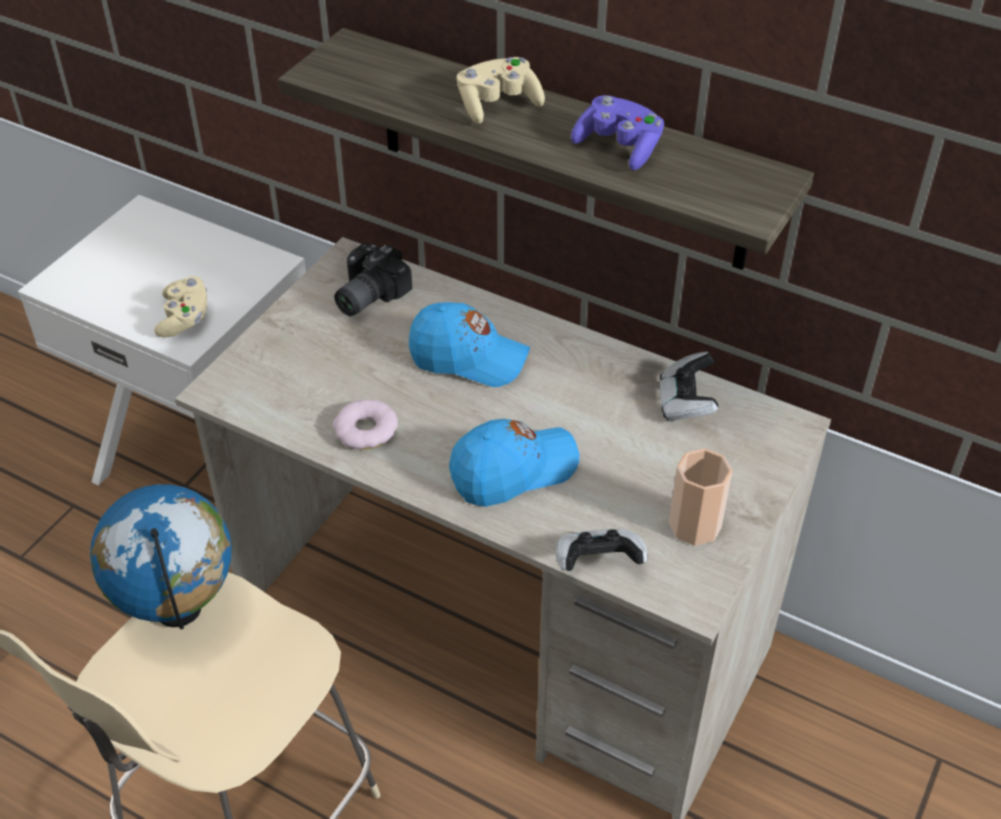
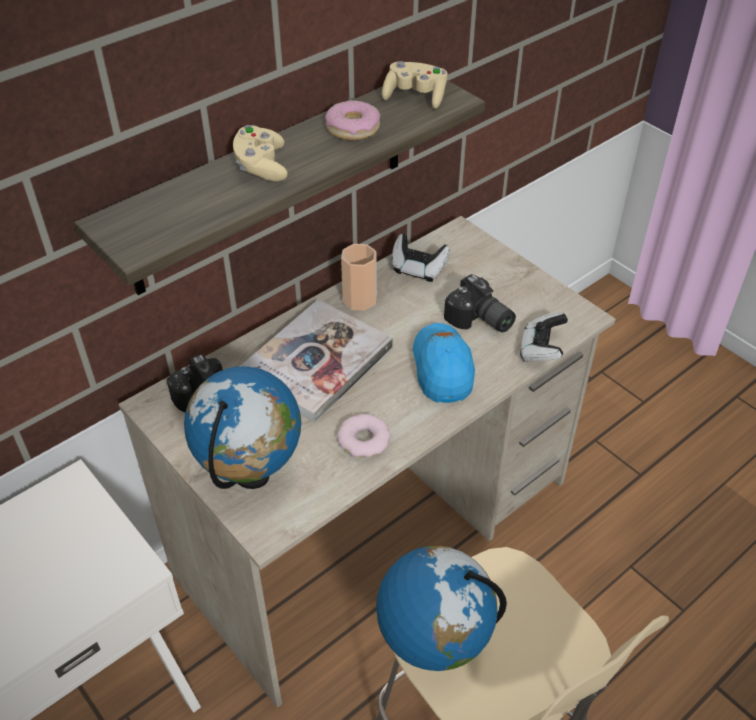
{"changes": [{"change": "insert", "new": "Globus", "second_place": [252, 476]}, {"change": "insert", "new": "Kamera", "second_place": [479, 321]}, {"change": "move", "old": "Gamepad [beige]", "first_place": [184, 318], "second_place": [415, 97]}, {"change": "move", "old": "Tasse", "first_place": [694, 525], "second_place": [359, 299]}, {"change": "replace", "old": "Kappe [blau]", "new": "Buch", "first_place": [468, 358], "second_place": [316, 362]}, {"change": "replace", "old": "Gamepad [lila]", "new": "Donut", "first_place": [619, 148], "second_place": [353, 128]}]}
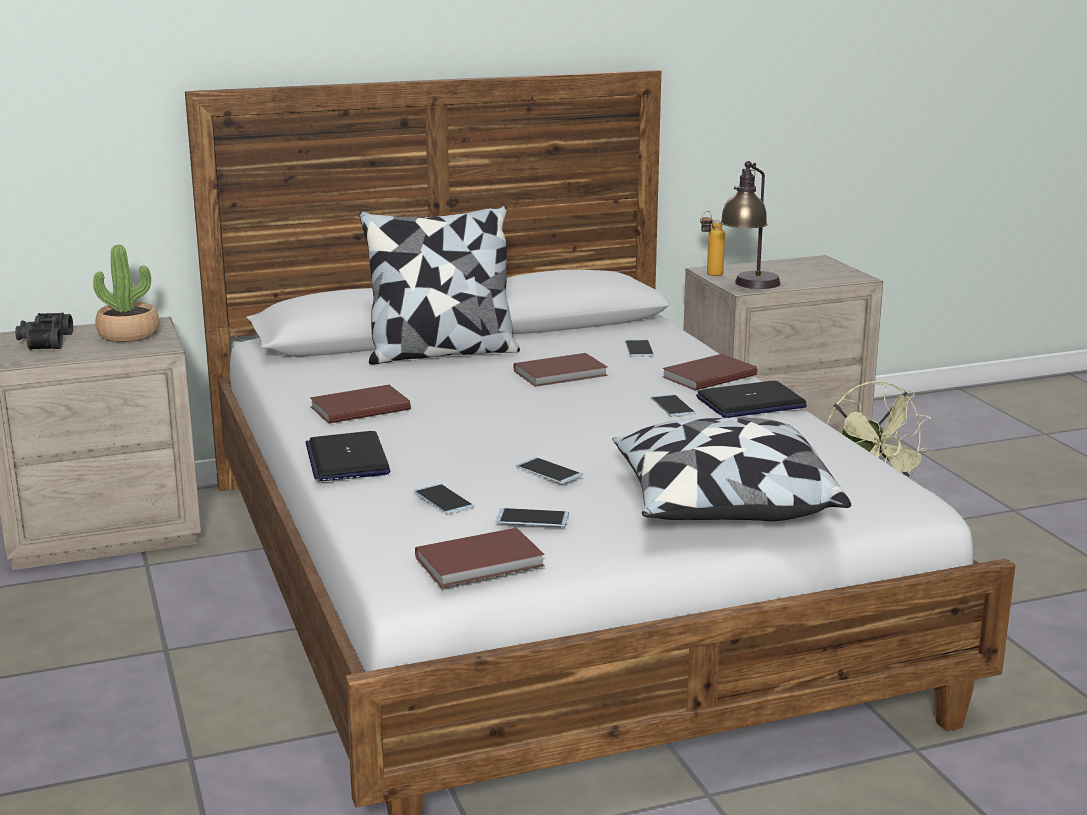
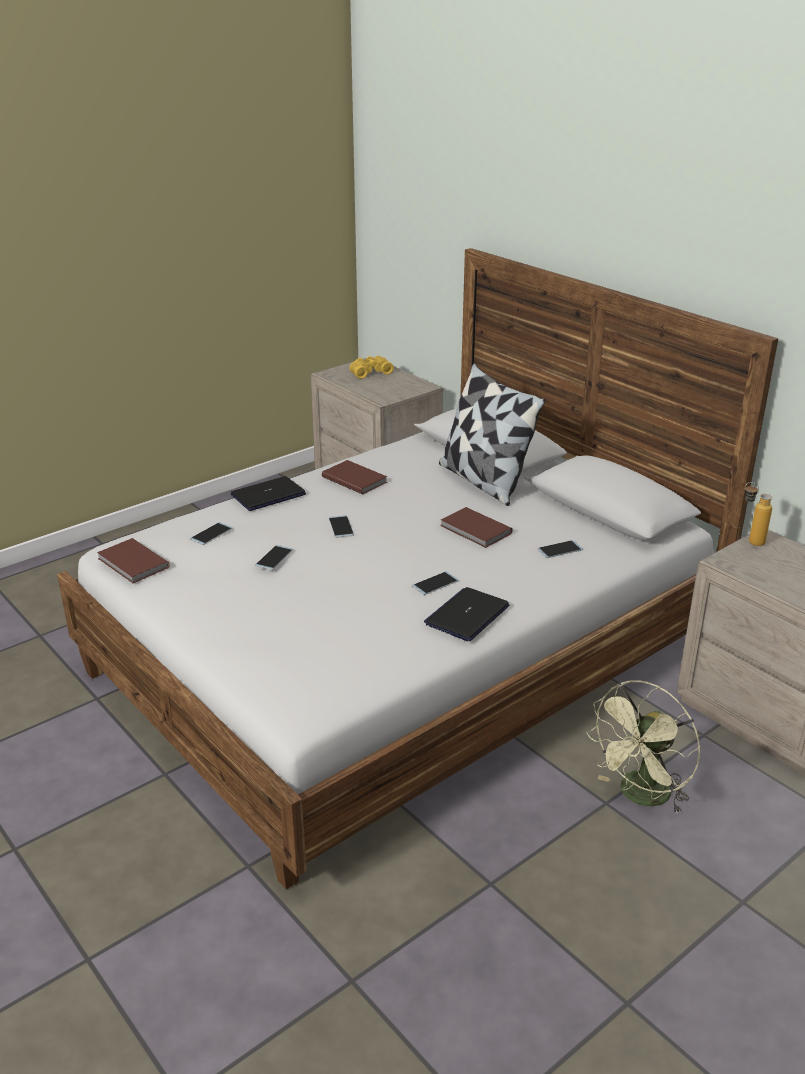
{"changes": [{"change": "delete", "old": "Topfpflanze", "first_place": [129, 334]}, {"change": "delete", "old": "Kissen", "first_place": [722, 506]}, {"change": "delete", "old": "Buch [braun]", "first_place": [707, 376]}, {"change": "delete", "old": "Tischlampe", "first_place": [749, 286]}, {"change": "move", "old": "Handy", "first_place": [532, 518], "second_place": [341, 527]}, {"change": "recolor", "old": "Fernglas [schwarz]", "new": "Fernglas [gelb]", "first_place": [44, 341], "second_place": [369, 372]}, {"change": "rotate", "old": "Laptop", "first_place": [750, 403], "second_place": [467, 615], "degrees": 75}]}
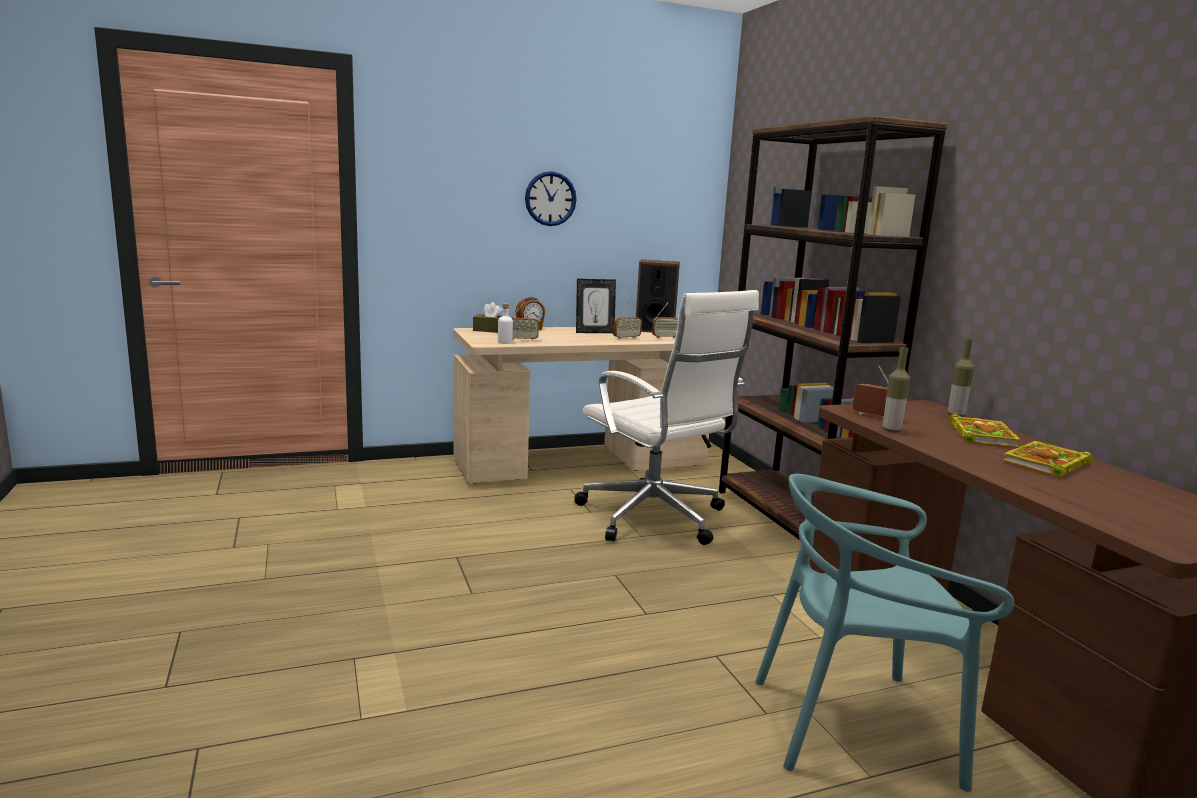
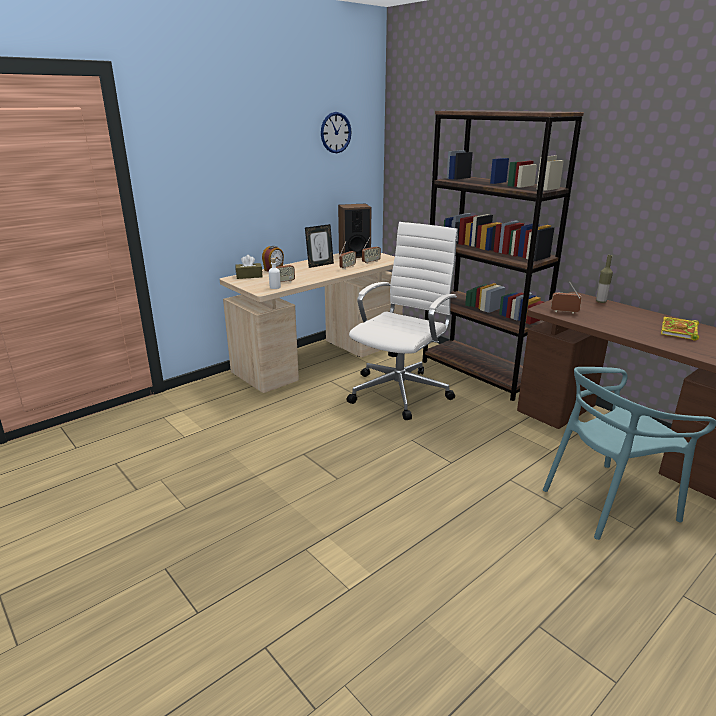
{"changes": [{"change": "delete", "old": "Flasche", "first_place": [891, 430]}, {"change": "delete", "old": "Buch", "first_place": [981, 435]}, {"change": "move", "old": "Wanduhr", "first_place": [550, 198], "second_place": [335, 132]}, {"change": "rotate", "old": "Bürostuhl [weiß]", "first_place": [655, 518], "second_place": [401, 391], "degrees": -90}]}
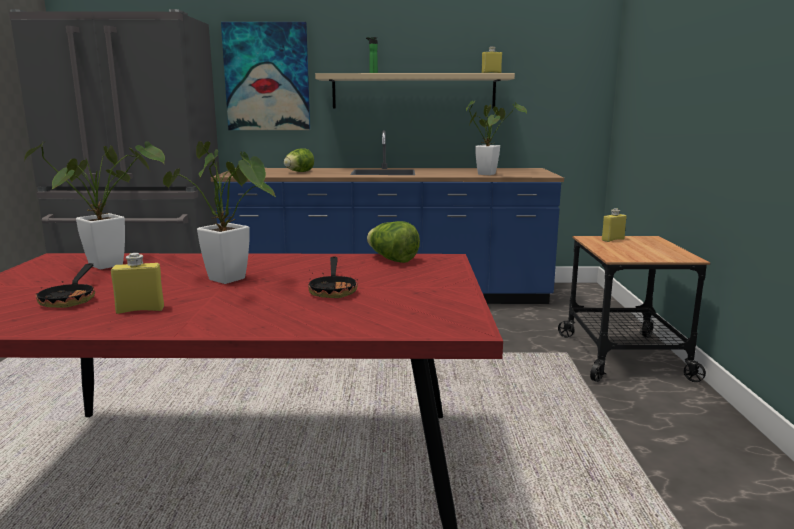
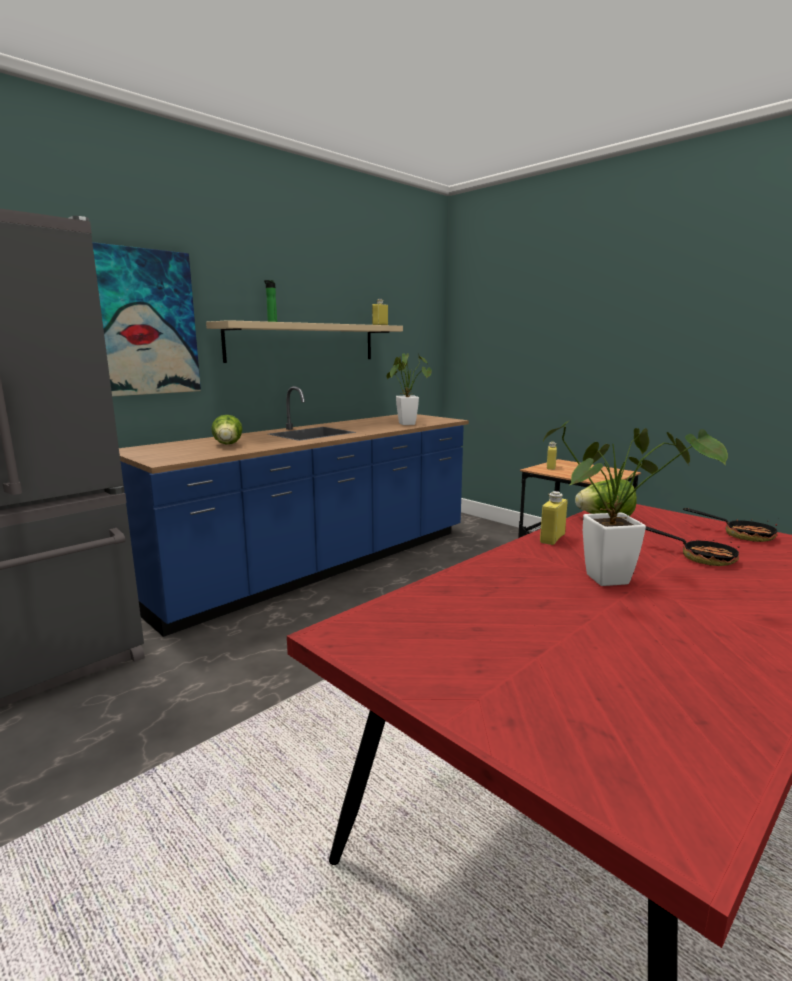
{"changes": [{"change": "delete", "old": "Topfpflanze", "first_place": [114, 264]}, {"change": "move", "old": "Pfanne", "first_place": [71, 299], "second_place": [740, 534]}, {"change": "move", "old": "Flasche [gelb]", "first_place": [140, 310], "second_place": [552, 538]}]}
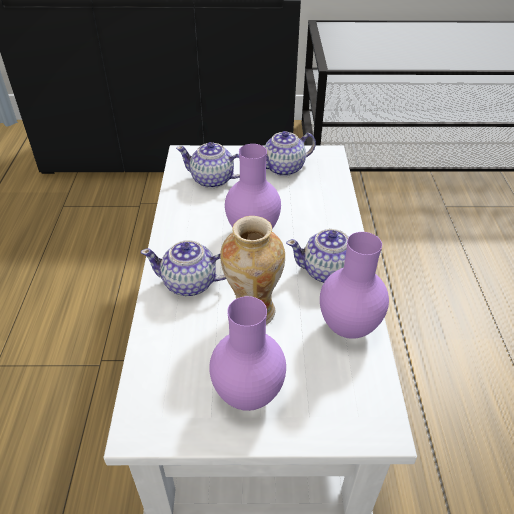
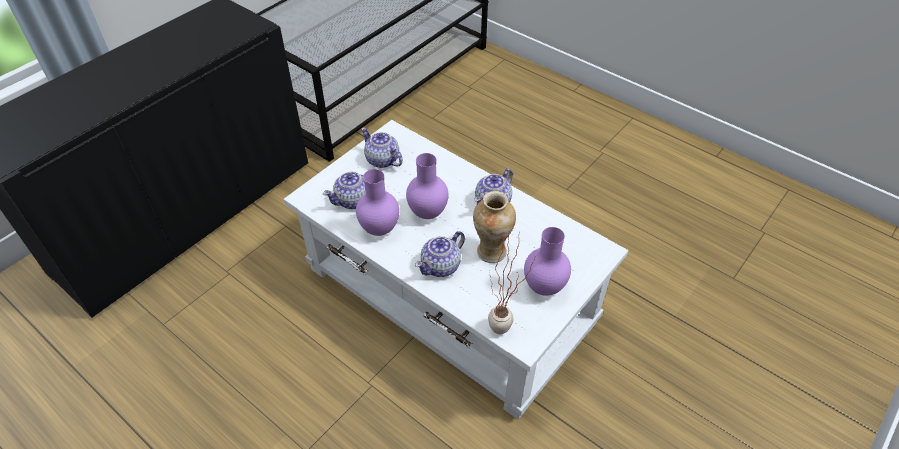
{"changes": [{"change": "insert", "new": "Topfpflanze", "second_place": [505, 334]}, {"change": "move", "old": "Vase [lila]", "first_place": [348, 329], "second_place": [380, 230]}, {"change": "rotate", "old": "Teekanne", "first_place": [284, 168], "second_place": [382, 160], "degrees": 120}]}
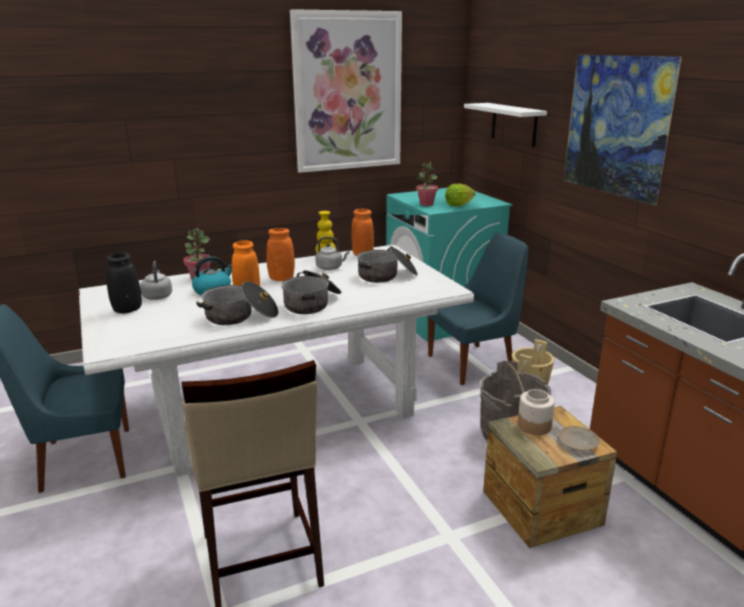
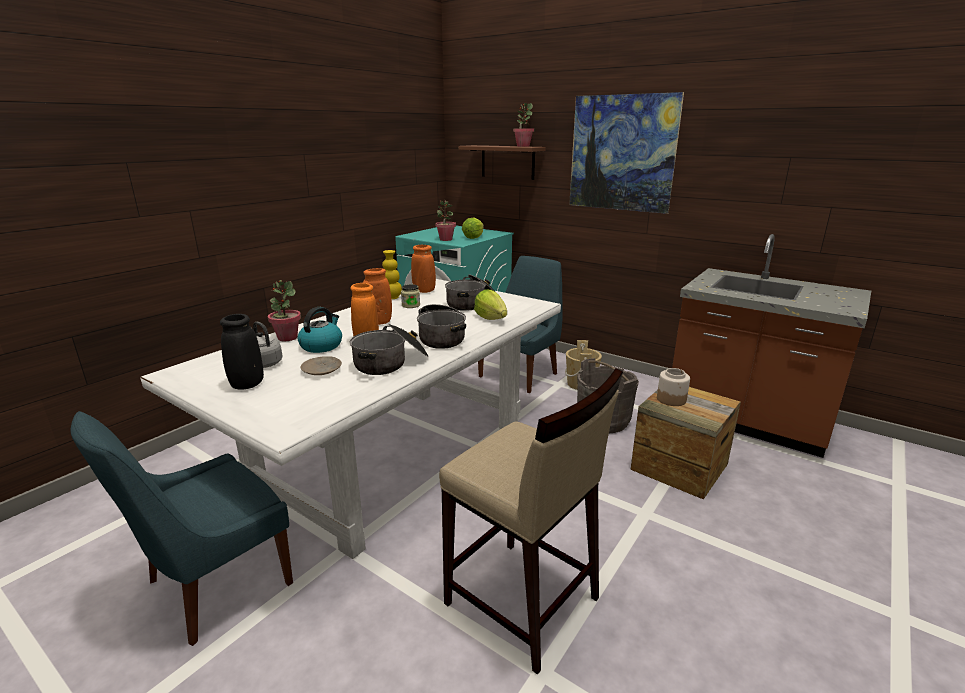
{"changes": [{"change": "delete", "old": "Bild", "first_place": [347, 92]}, {"change": "insert", "new": "Salatkopf", "second_place": [491, 318]}, {"change": "insert", "new": "Topfpflanze", "second_place": [523, 146]}, {"change": "move", "old": "Teller [beige]", "first_place": [578, 443], "second_place": [322, 370]}, {"change": "replace", "old": "Wasserkessel [grau]", "new": "Vorratsglas", "first_place": [330, 268], "second_place": [411, 305]}, {"change": "recolor", "old": "Wandregal [weiß]", "new": "Wandregal [braun]", "first_place": [514, 124], "second_place": [507, 162]}]}
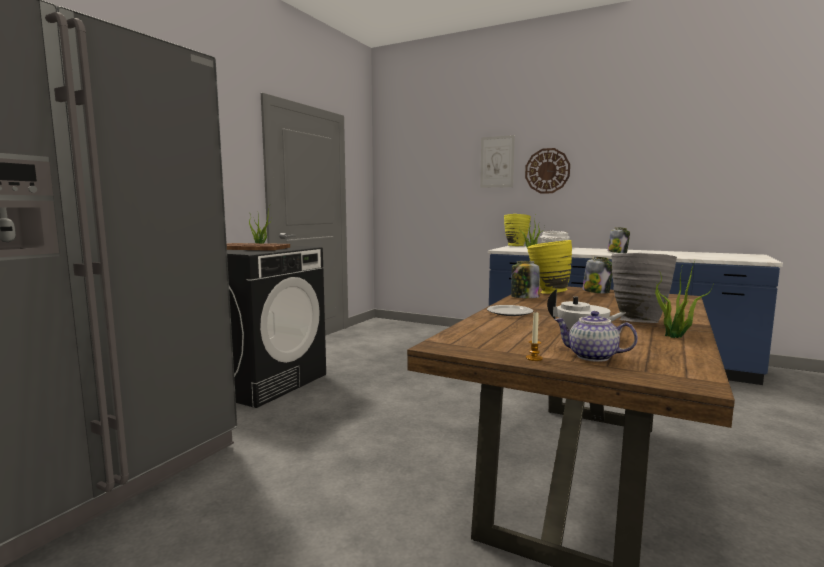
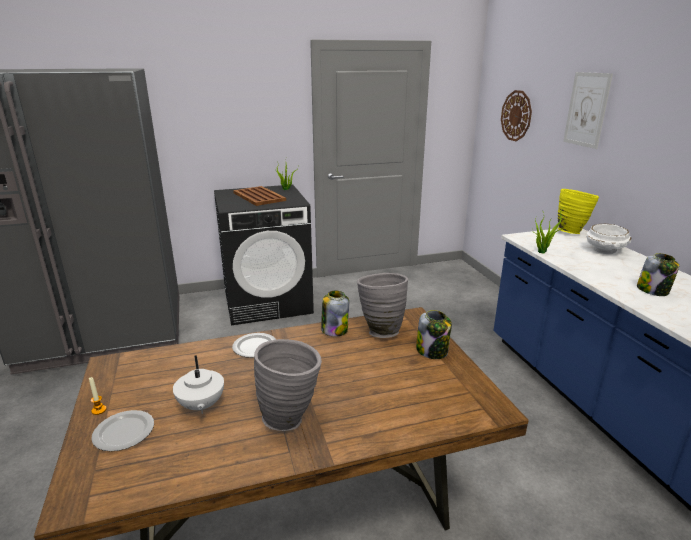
{"changes": [{"change": "delete", "old": "Topfpflanze", "first_place": [675, 337]}, {"change": "move", "old": "Wanduhr", "first_place": [547, 171], "second_place": [516, 115]}, {"change": "replace", "old": "Teekanne", "new": "Teller", "first_place": [592, 357], "second_place": [123, 433]}, {"change": "recolor", "old": "Vase [gelb]", "new": "Vase [grau]", "first_place": [547, 292], "second_place": [380, 330]}]}
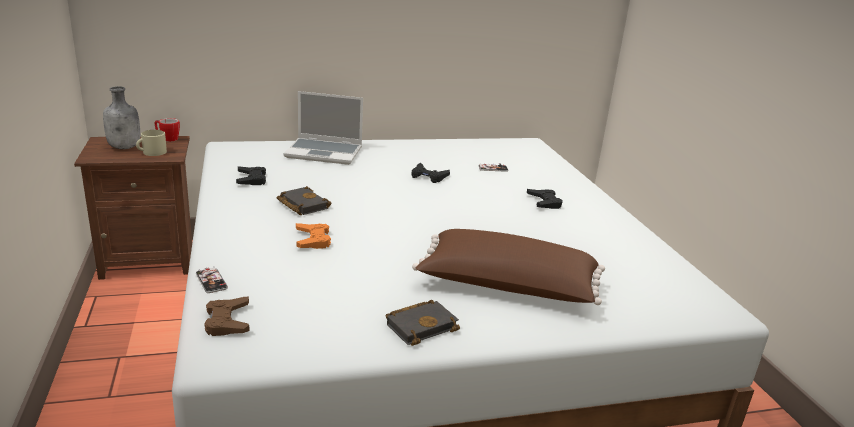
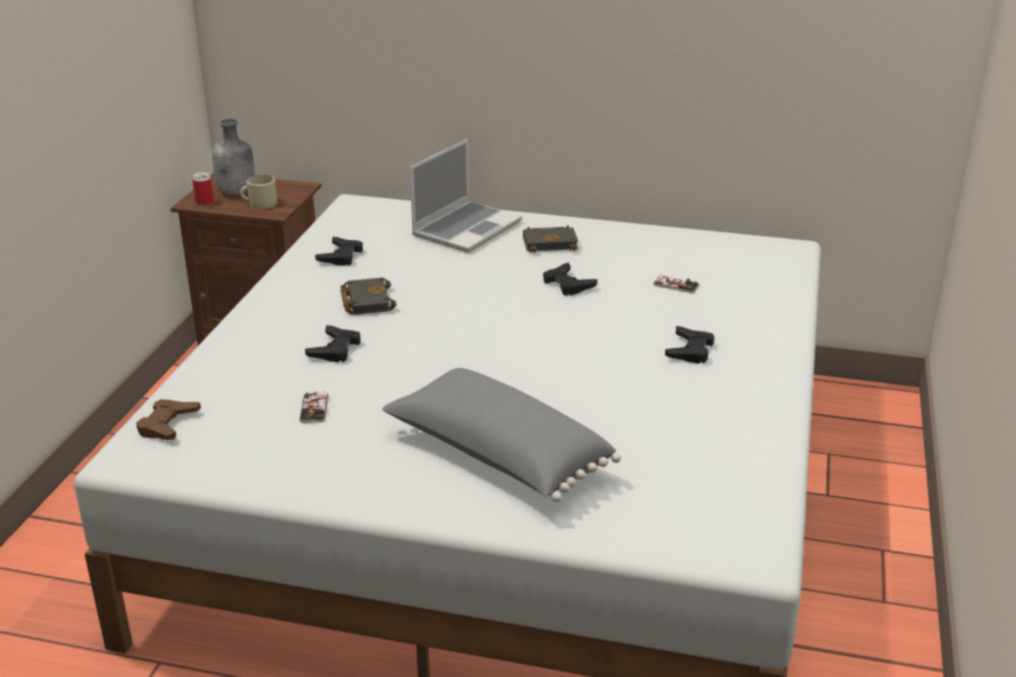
{"changes": [{"change": "delete", "old": "Henkelbecher", "first_place": [167, 139]}, {"change": "insert", "new": "Dose", "second_place": [204, 202]}, {"change": "move", "old": "Handy", "first_place": [211, 281], "second_place": [314, 408]}, {"change": "move", "old": "Buch [schwarz]", "first_place": [422, 325], "second_place": [551, 243]}, {"change": "recolor", "old": "Gamepad [orange]", "new": "Gamepad [schwarz]", "first_place": [313, 240], "second_place": [335, 349]}, {"change": "recolor", "old": "Kissen [braun]", "new": "Kissen [grau]", "first_place": [507, 288], "second_place": [497, 456]}, {"change": "rotate", "old": "Laptop", "first_place": [325, 152], "second_place": [466, 228], "degrees": -90}]}
